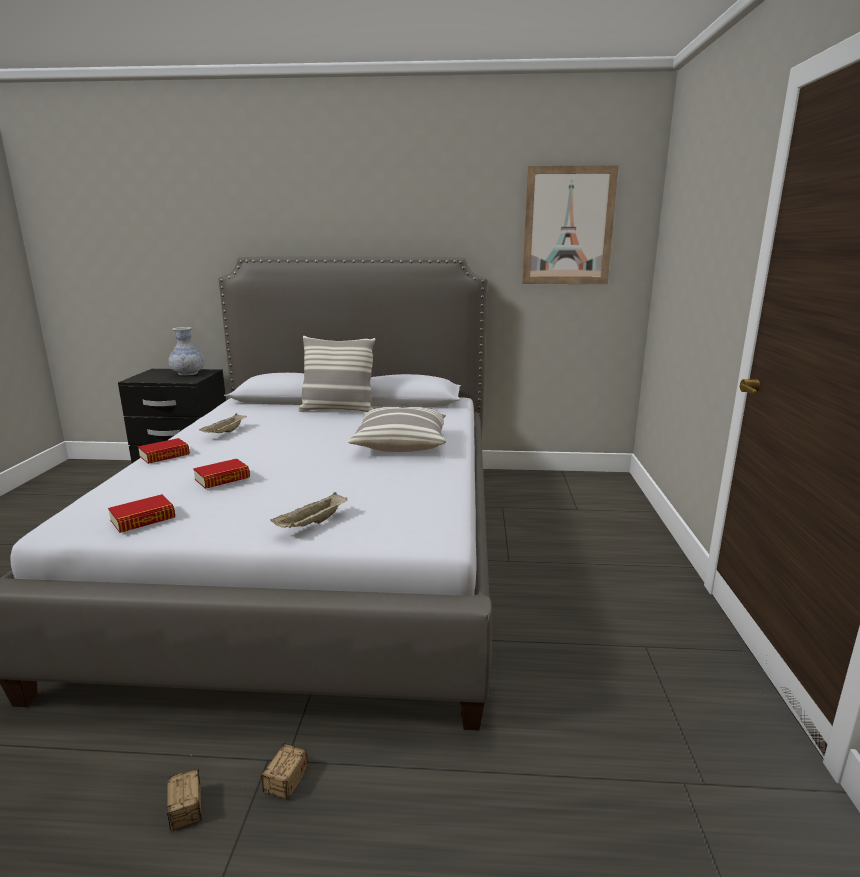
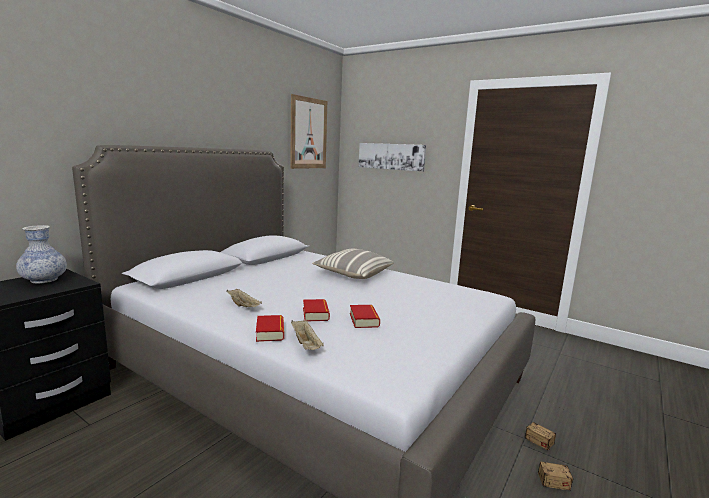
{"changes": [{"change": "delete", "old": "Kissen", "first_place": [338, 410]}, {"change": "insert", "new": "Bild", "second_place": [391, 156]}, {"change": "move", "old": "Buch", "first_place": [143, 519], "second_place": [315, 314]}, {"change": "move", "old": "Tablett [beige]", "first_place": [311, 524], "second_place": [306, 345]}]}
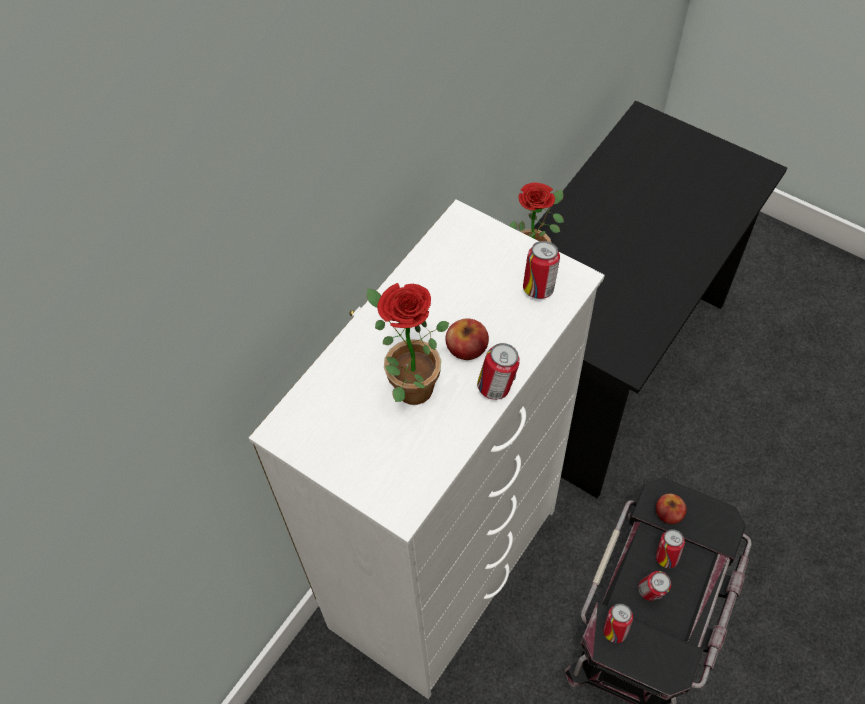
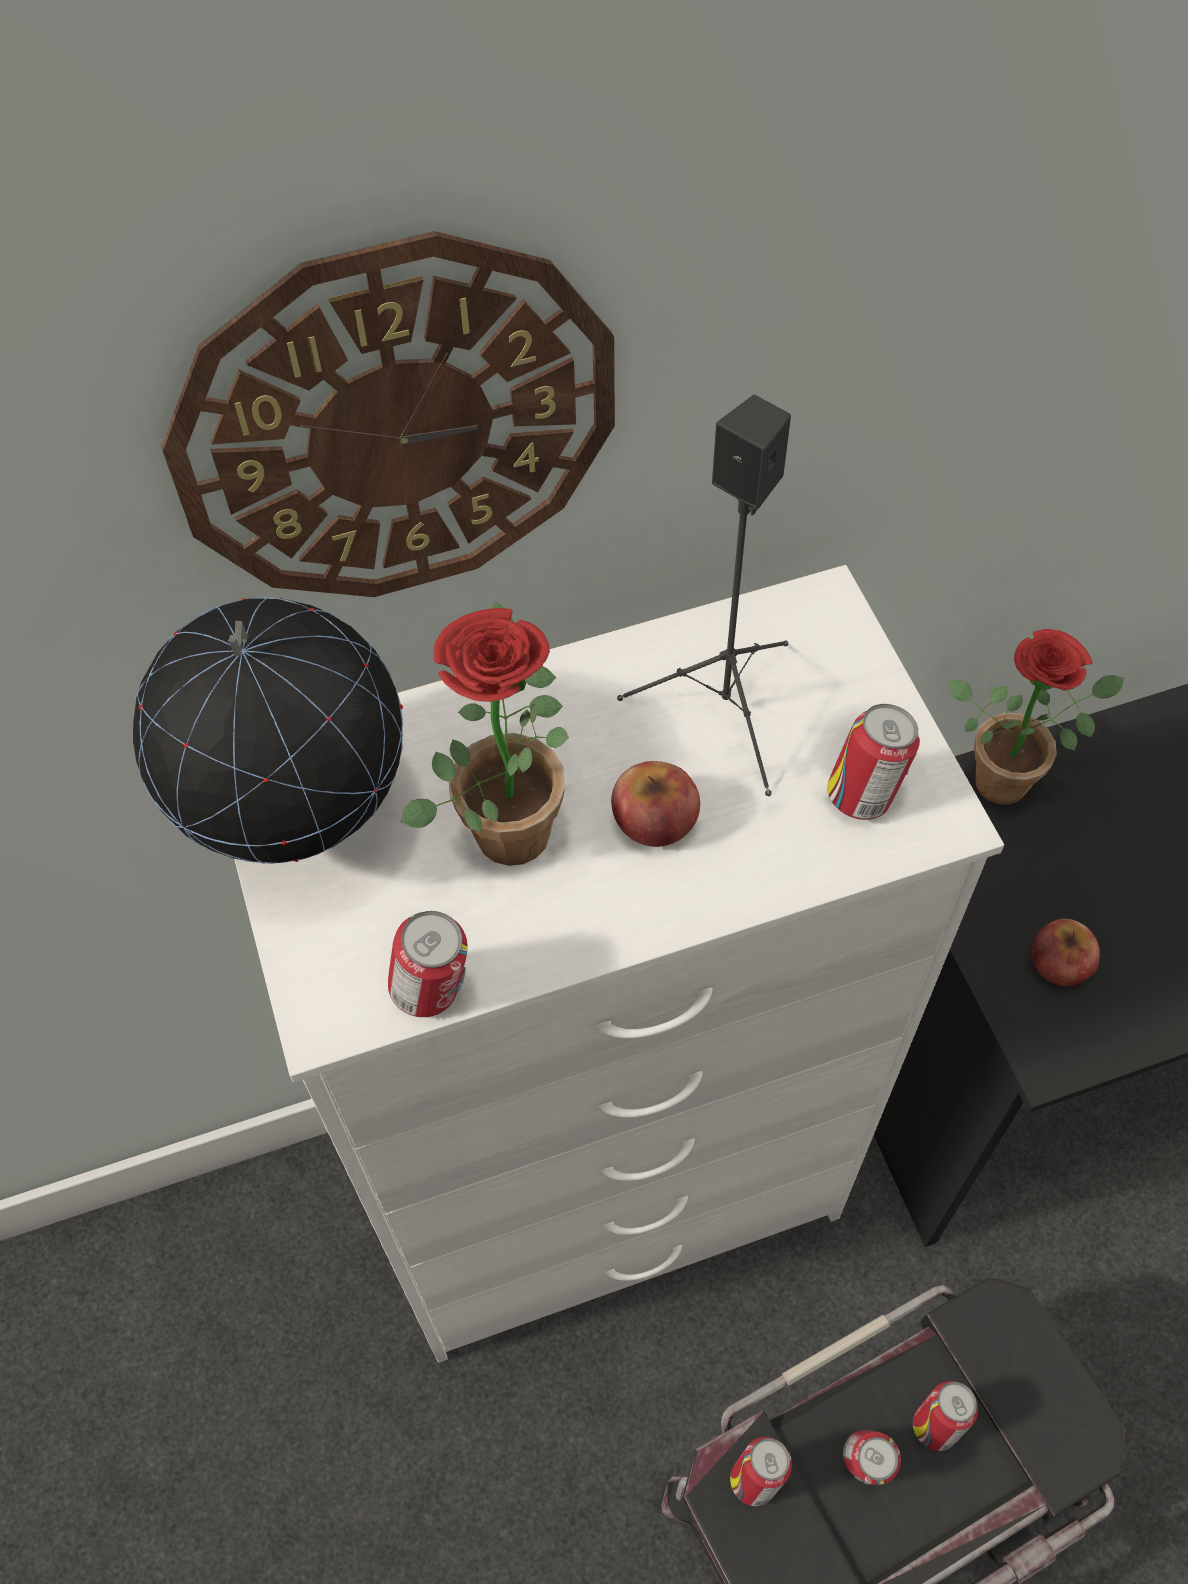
{"changes": [{"change": "insert", "new": "Globus", "second_place": [299, 819]}, {"change": "insert", "new": "Wanduhr", "second_place": [397, 428]}, {"change": "insert", "new": "Lautsprecher [schwarz]", "second_place": [726, 712]}, {"change": "move", "old": "Dose", "first_place": [497, 387], "second_place": [433, 992]}, {"change": "move", "old": "Apfel", "first_place": [669, 513], "second_place": [1059, 963]}]}
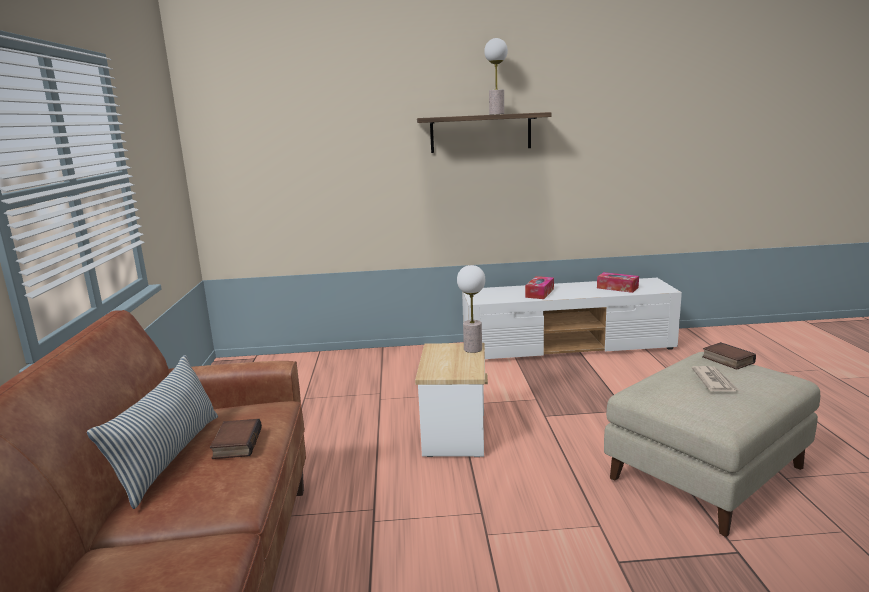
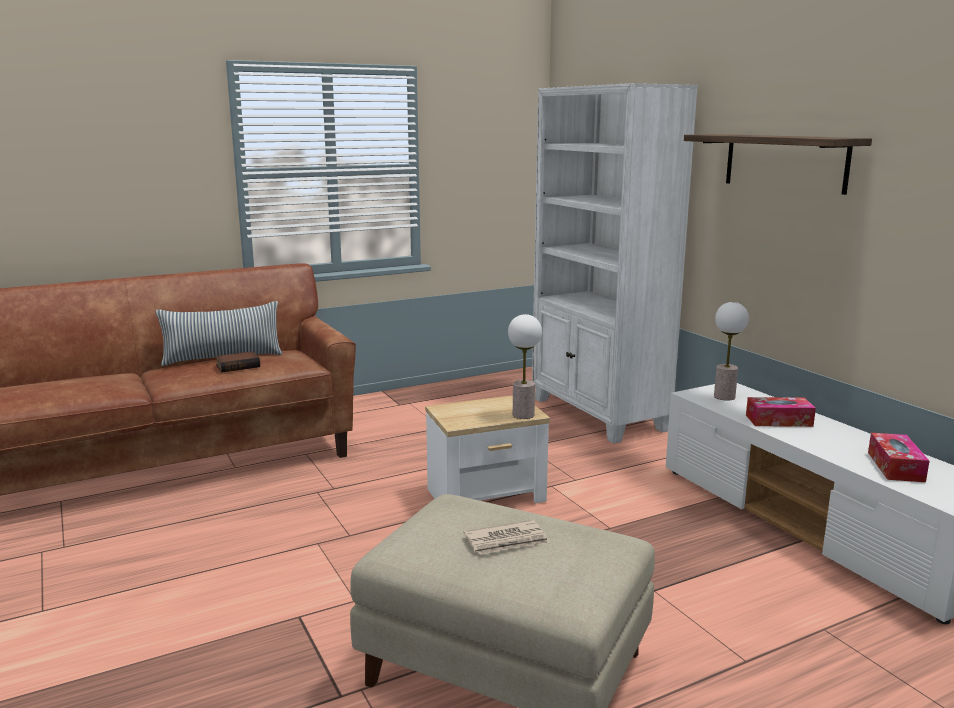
{"changes": [{"change": "delete", "old": "Buch", "first_place": [726, 360]}, {"change": "insert", "new": "Bücherregal [weiß]", "second_place": [598, 415]}, {"change": "move", "old": "Tischlampe", "first_place": [496, 114], "second_place": [724, 396]}]}
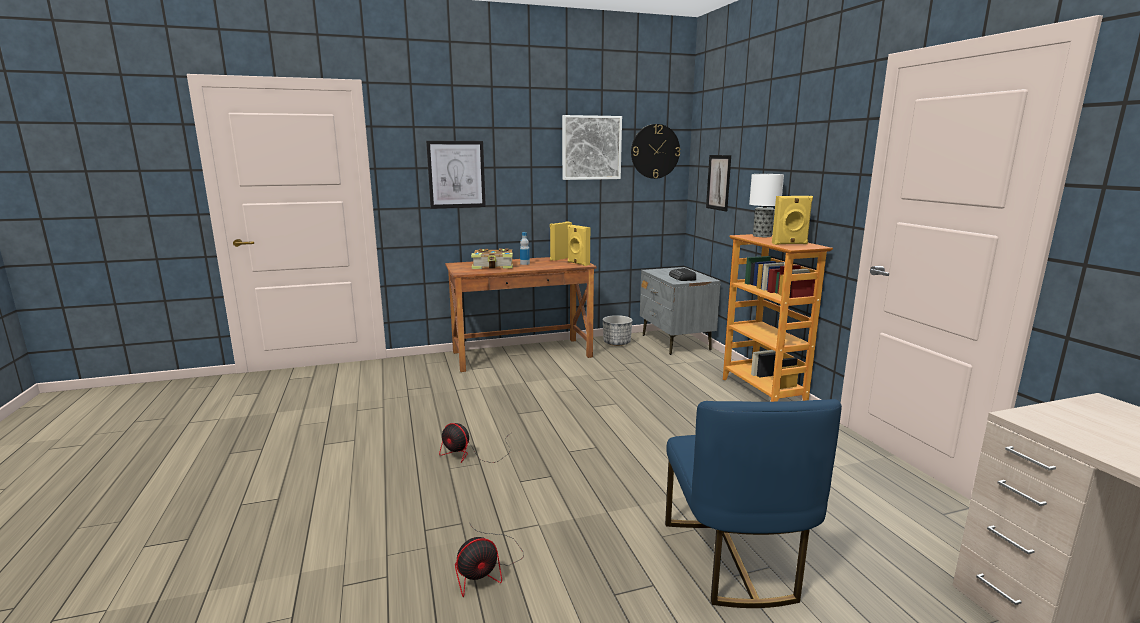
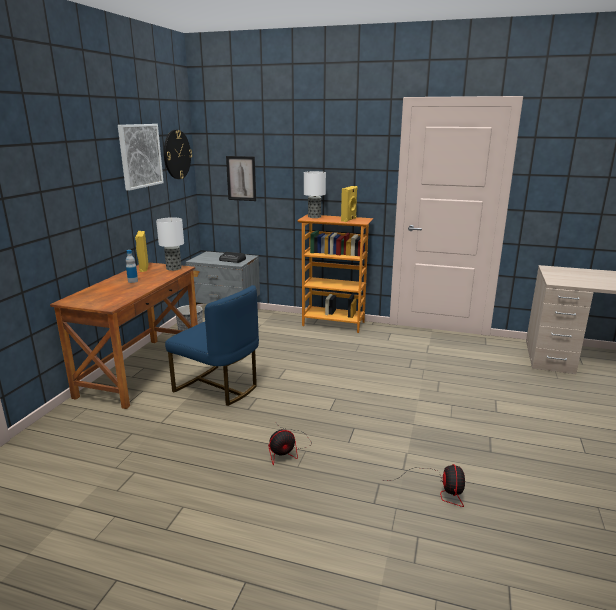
{"changes": [{"change": "delete", "old": "Bild", "first_place": [456, 174]}, {"change": "delete", "old": "Buch", "first_place": [493, 266]}, {"change": "move", "old": "Stuhl [blau]", "first_place": [735, 560], "second_place": [218, 387]}, {"change": "replace", "old": "Lautsprecher [gelb]", "new": "Tischlampe", "first_place": [578, 263], "second_place": [174, 268]}]}
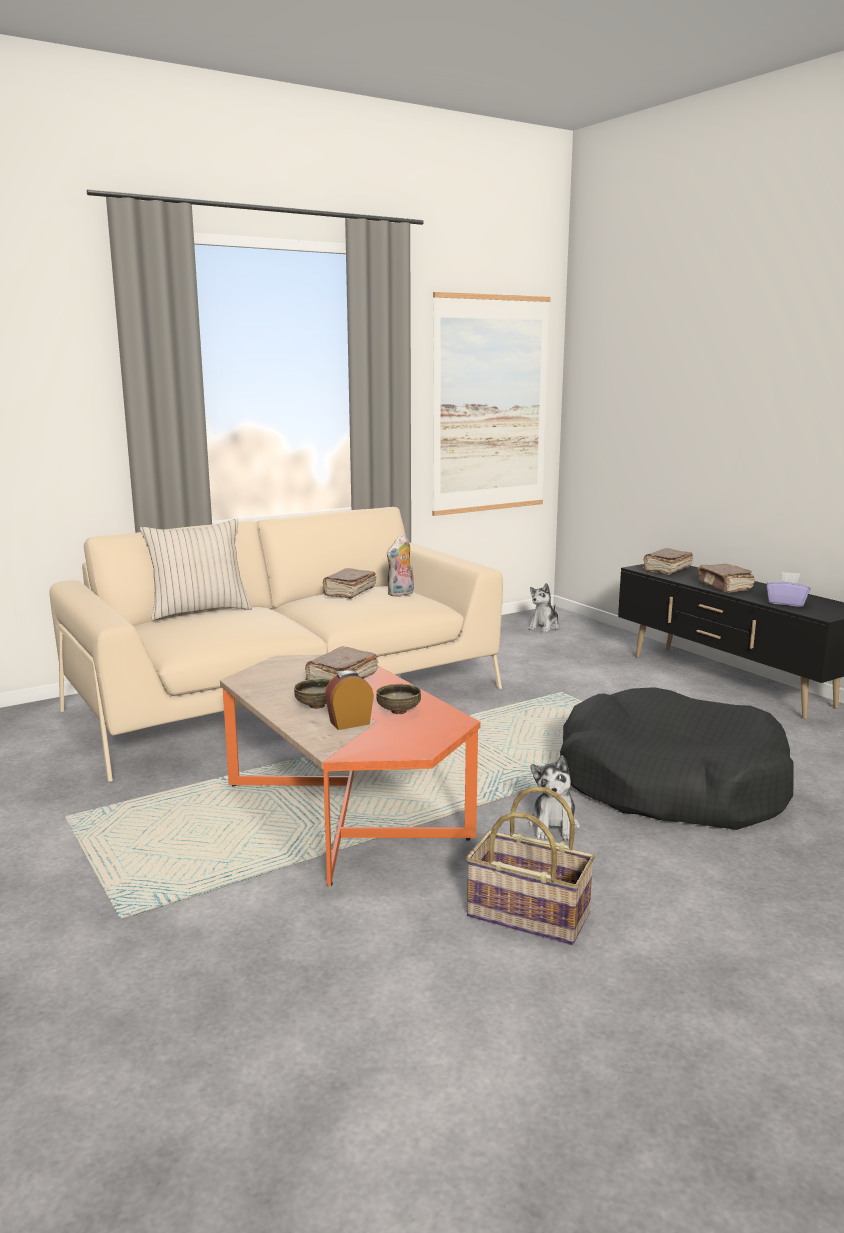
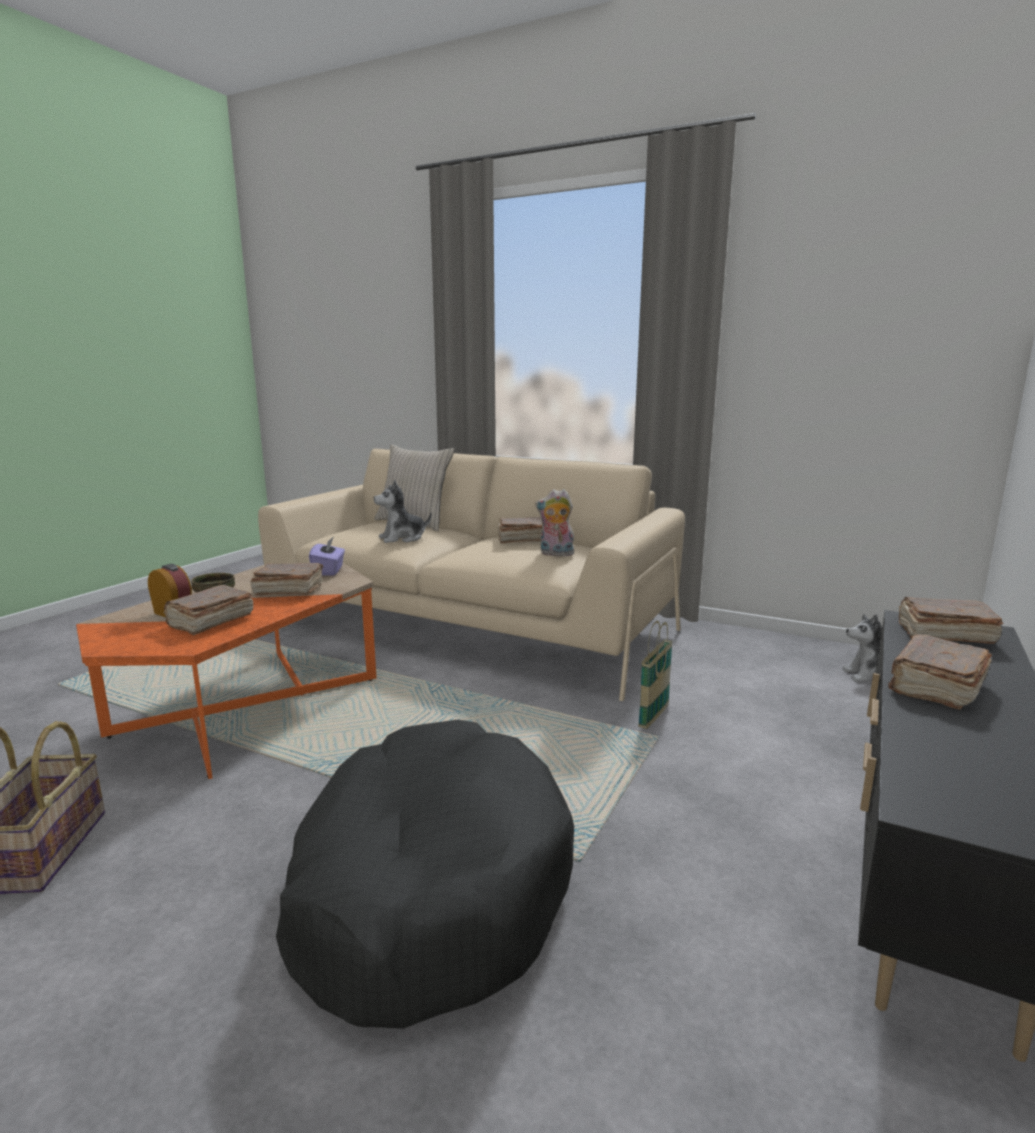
{"changes": [{"change": "delete", "old": "Bild", "first_place": [490, 405]}, {"change": "insert", "new": "Korb", "second_place": [653, 717]}, {"change": "move", "old": "Plüschtier", "first_place": [554, 826], "second_place": [402, 538]}, {"change": "move", "old": "Taschentuchbox [lila]", "first_place": [786, 603], "second_place": [329, 571]}, {"change": "replace", "old": "Schüssel", "new": "Buch [braun]", "first_place": [398, 711], "second_place": [210, 622]}]}
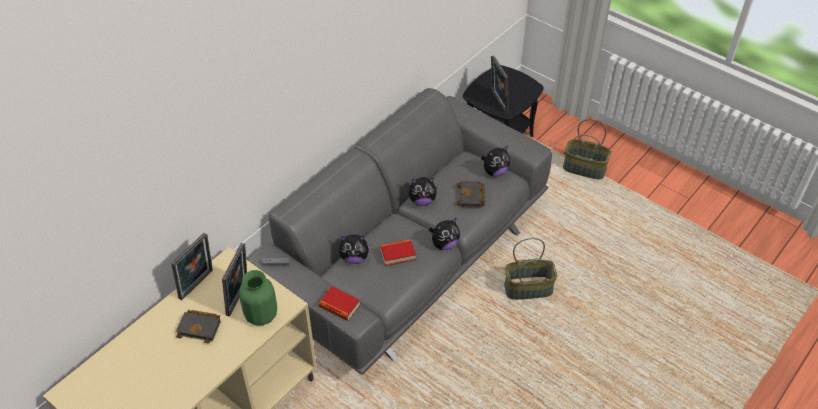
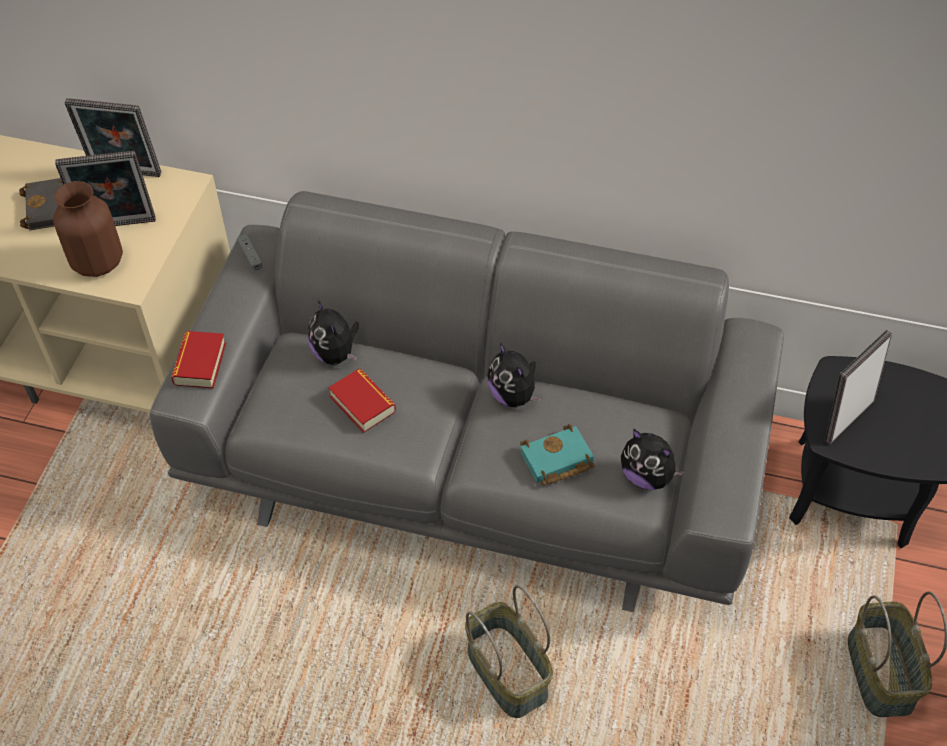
{"changes": [{"change": "delete", "old": "Plüschtier", "first_place": [444, 244]}, {"change": "recolor", "old": "Vase [grün]", "new": "Vase [braun]", "first_place": [261, 314], "second_place": [97, 262]}, {"change": "recolor", "old": "Buch [schwarz]", "new": "Buch [türkis]", "first_place": [471, 197], "second_place": [556, 461]}]}
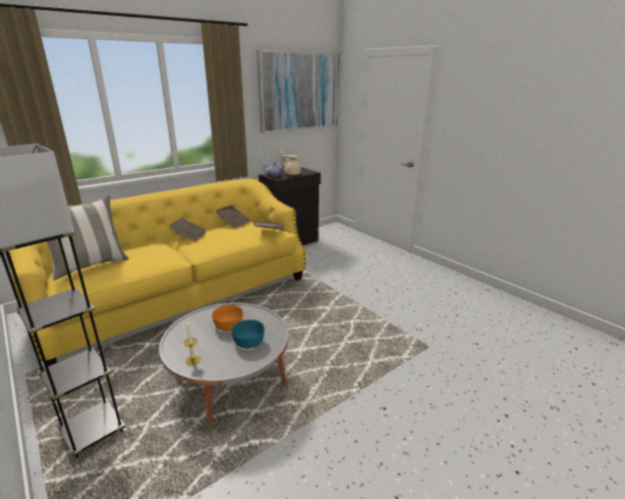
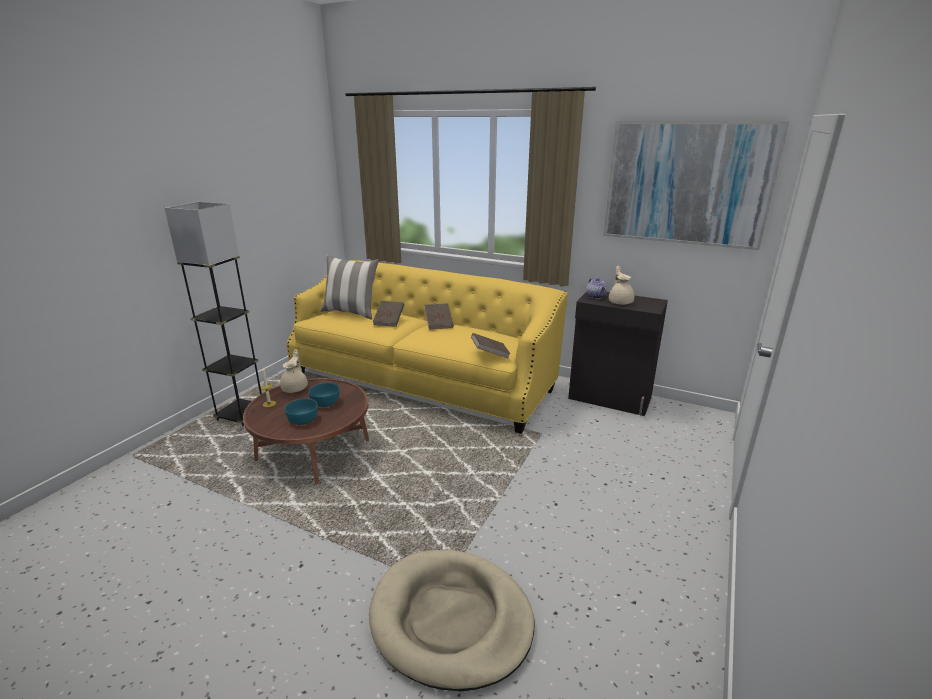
{"changes": [{"change": "insert", "new": "Teekanne [beige]", "second_place": [295, 388]}, {"change": "insert", "new": "Hundebett [beige]", "second_place": [451, 620]}, {"change": "move", "old": "Buch [braun]", "first_place": [233, 222], "second_place": [389, 321]}, {"change": "recolor", "old": "Couchtisch [grau]", "new": "Couchtisch [braun]", "first_place": [230, 380], "second_place": [313, 450]}, {"change": "recolor", "old": "Schüssel [orange]", "new": "Schüssel [türkis]", "first_place": [228, 325], "second_place": [326, 402]}]}
